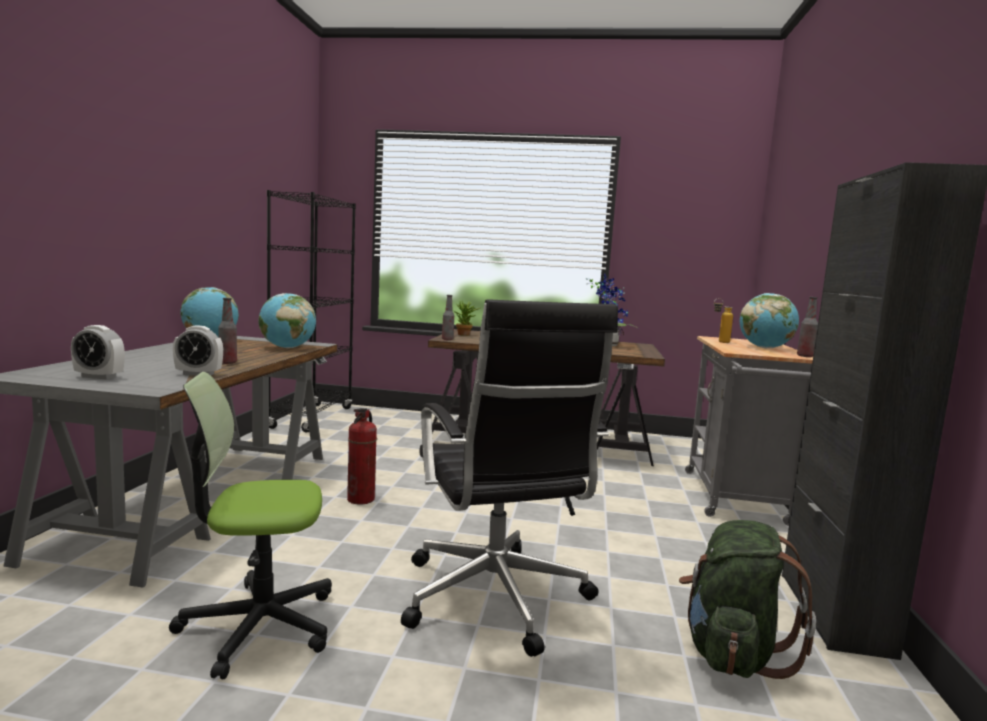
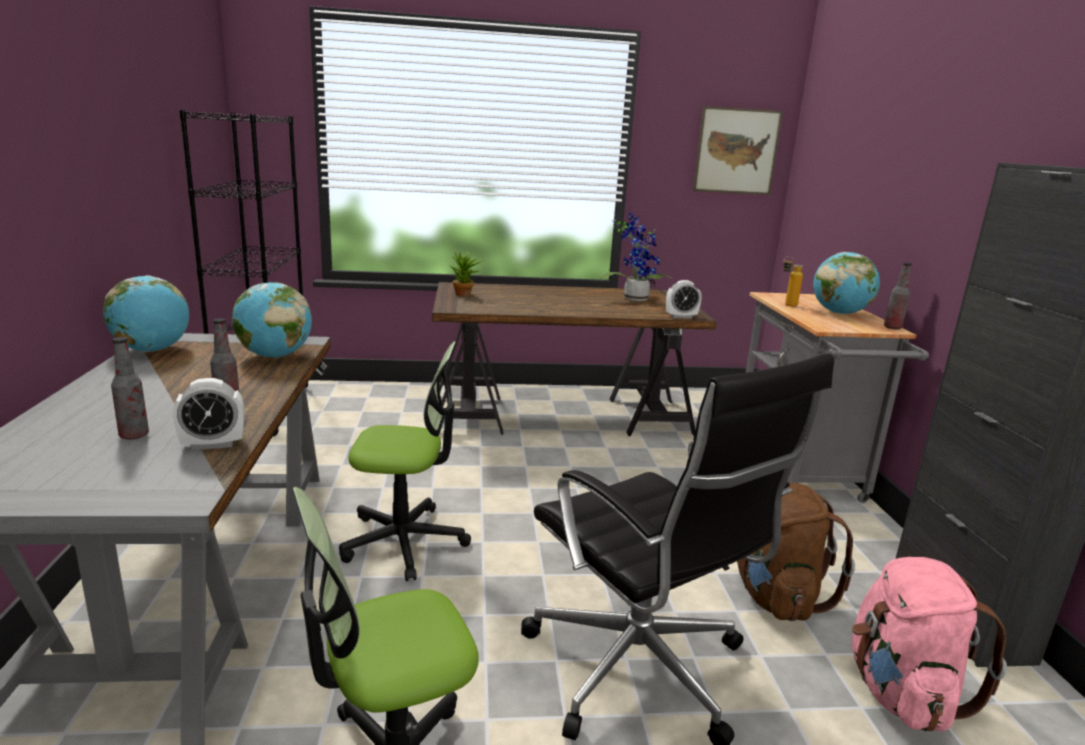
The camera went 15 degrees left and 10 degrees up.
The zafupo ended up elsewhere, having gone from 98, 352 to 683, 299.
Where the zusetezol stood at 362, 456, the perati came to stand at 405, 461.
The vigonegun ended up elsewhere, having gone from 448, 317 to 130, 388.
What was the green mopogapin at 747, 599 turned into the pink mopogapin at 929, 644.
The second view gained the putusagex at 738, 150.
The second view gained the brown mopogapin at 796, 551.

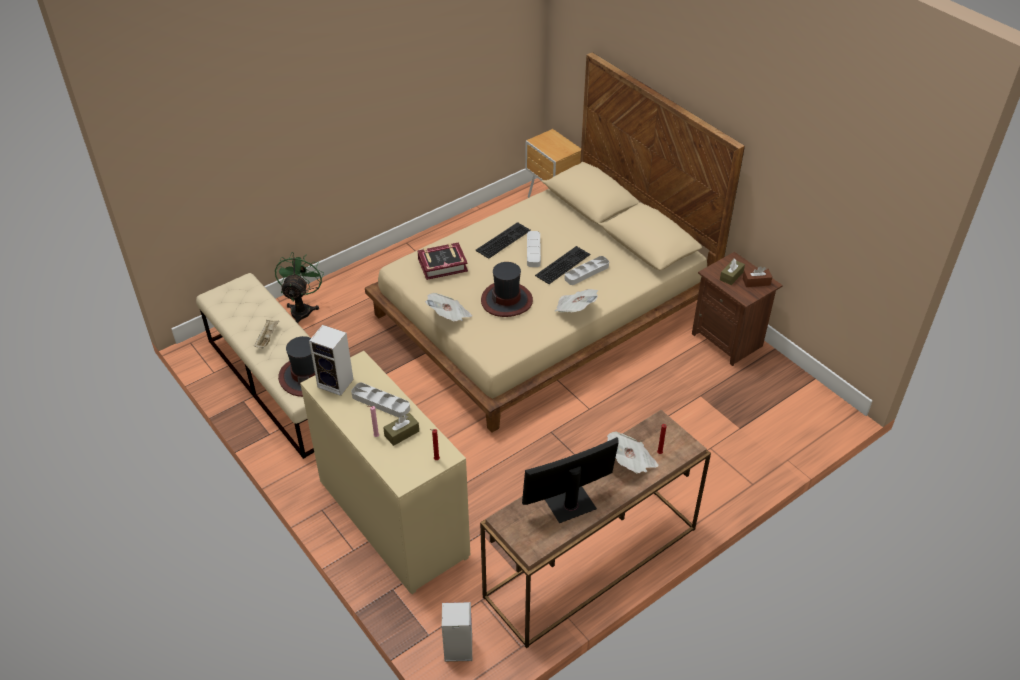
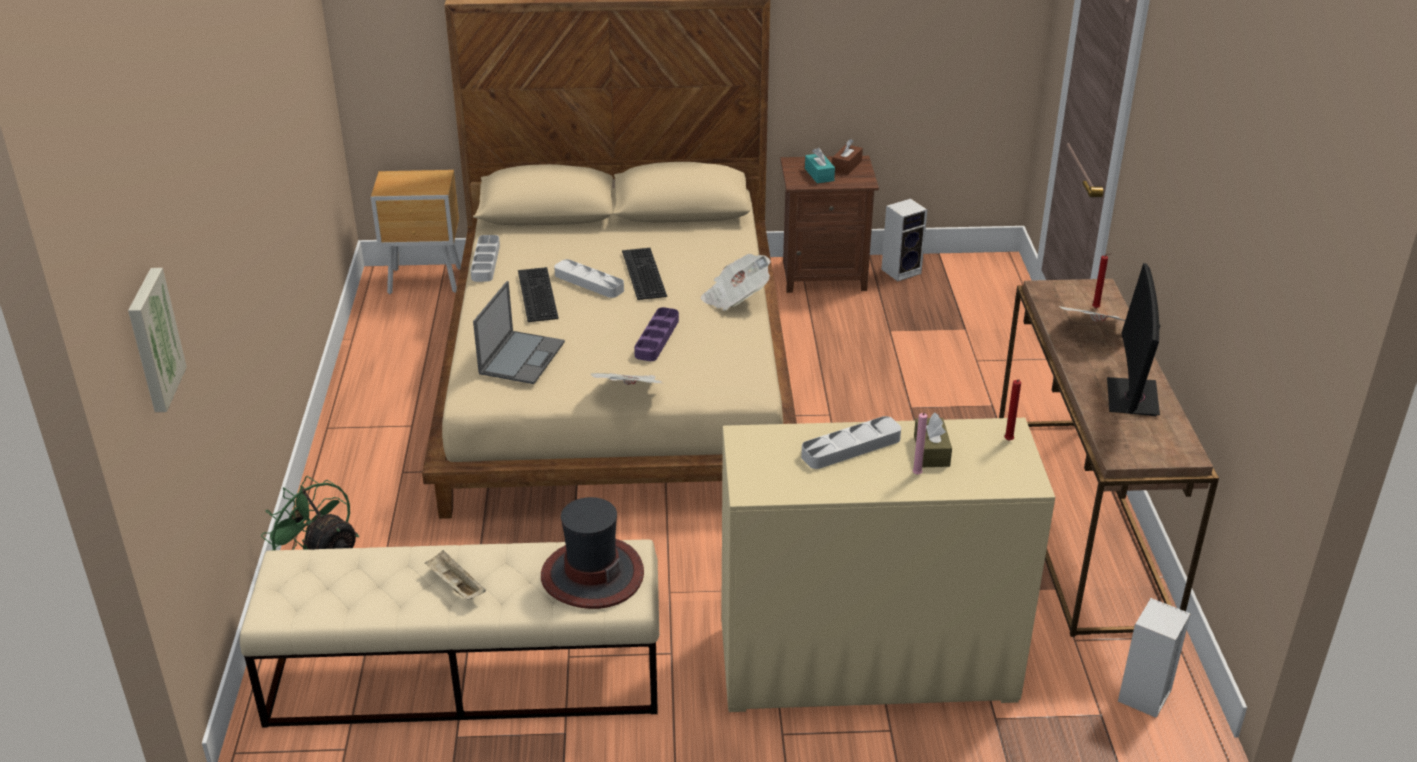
The camera went 55 degrees left and 10 degrees down.
The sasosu ended up elsewhere, having gone from 331, 360 to 904, 240.
Where the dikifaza stood at 443, 261, the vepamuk came to stand at 519, 332.
Where the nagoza stood at 507, 289, the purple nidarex came to stand at 656, 334.
The grey nidarex ended up elsewhere, having gone from 587, 270 to 485, 258.
What was the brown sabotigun at 732, 272 turned into the turquoise sabotigun at 820, 165.
The second view gained the putusagex at 157, 340.

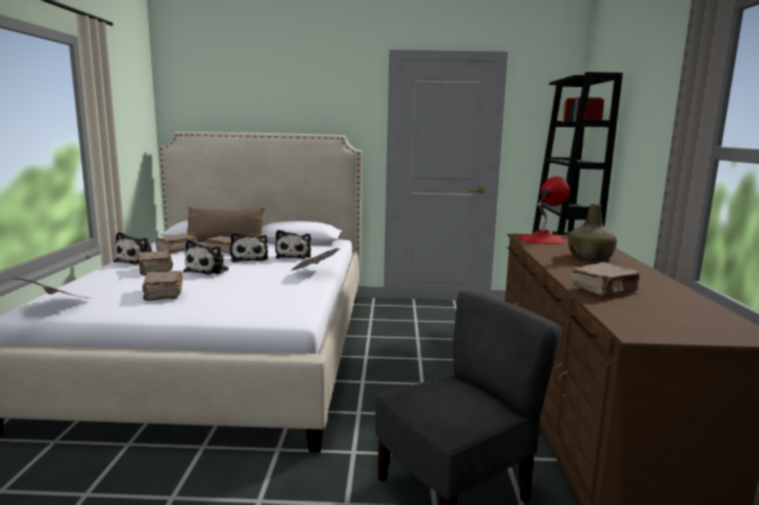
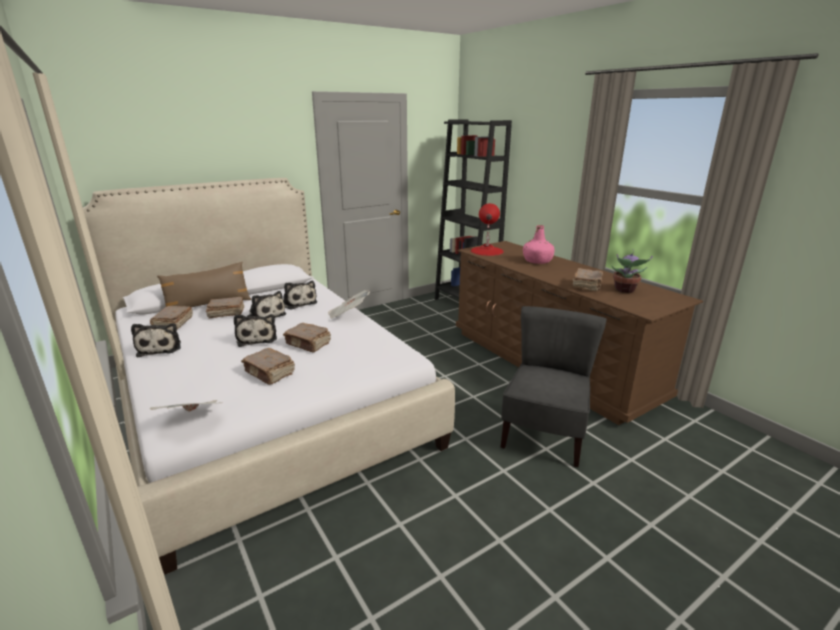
The camera went 35 degrees left and 10 degrees up.
The brown dikifaza ended up elsewhere, having gone from 155, 262 to 307, 337.
What was the green vigonegun at 592, 232 turned into the pink vigonegun at 539, 244.
The second view gained the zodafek at 632, 271.

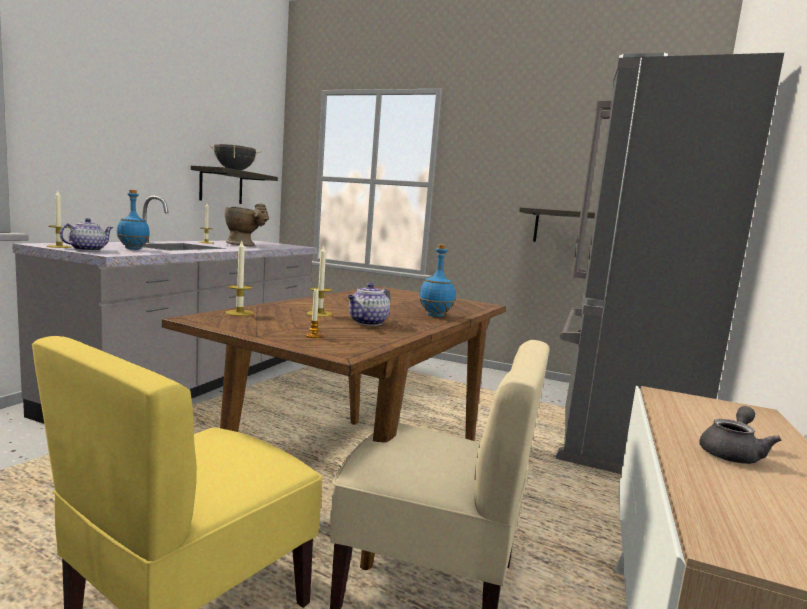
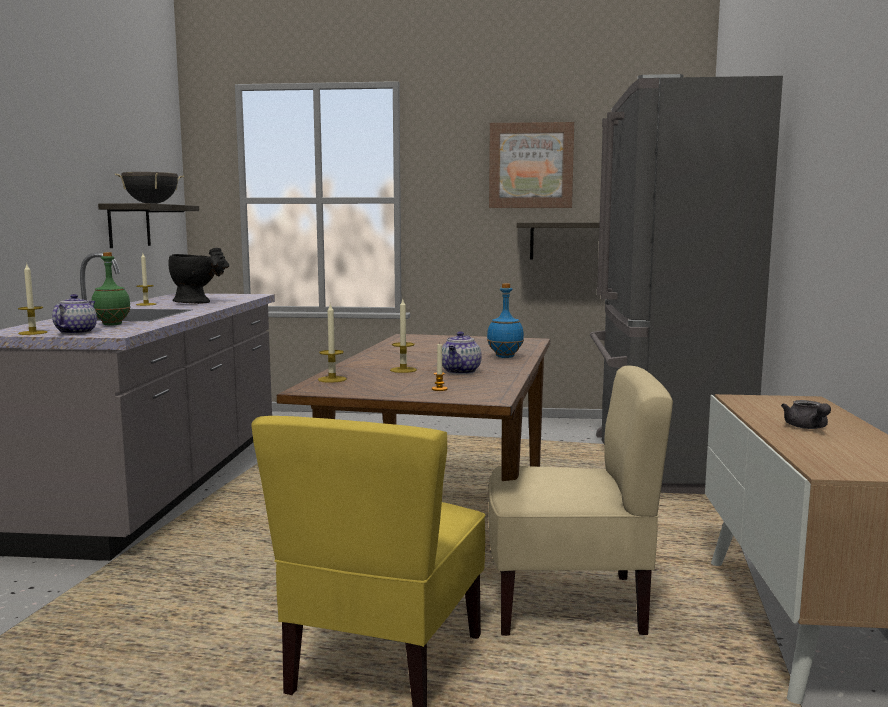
The camera went 15 degrees left and 0 degrees up.
What was the blue vigonegun at 133, 220 turned into the green vigonegun at 111, 289.
What was the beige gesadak at 247, 225 turned into the black gesadak at 199, 276.
The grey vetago at 740, 435 ended up facing another way, 150 degrees clockwise from before.
The second view gained the putusagex at 531, 165.

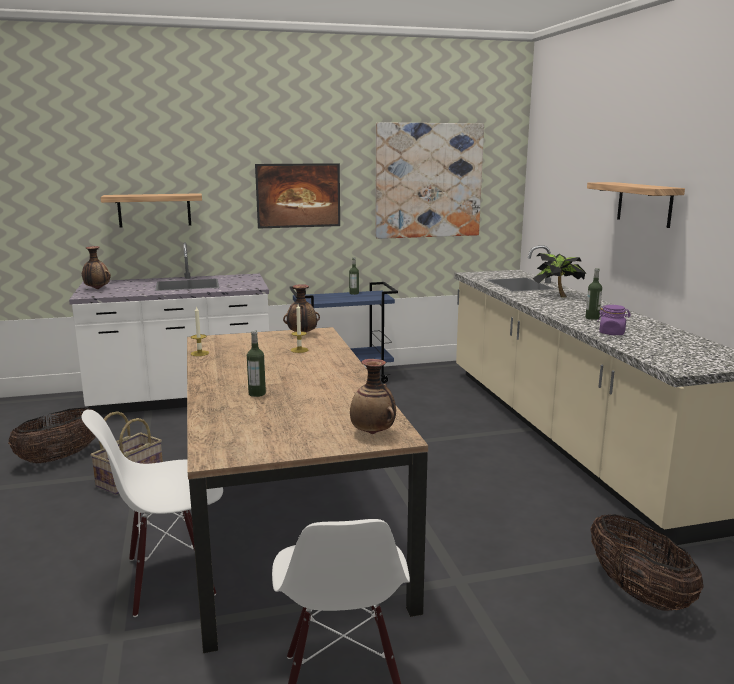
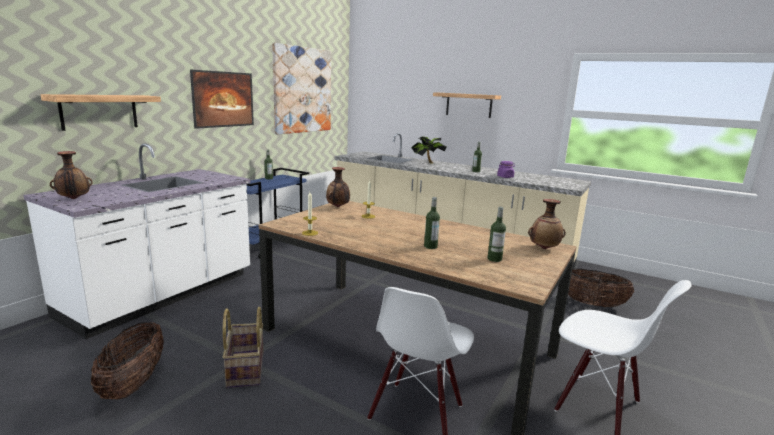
The camera went 45 degrees left and 0 degrees up.
The second view gained the vigonegun at 497, 234.

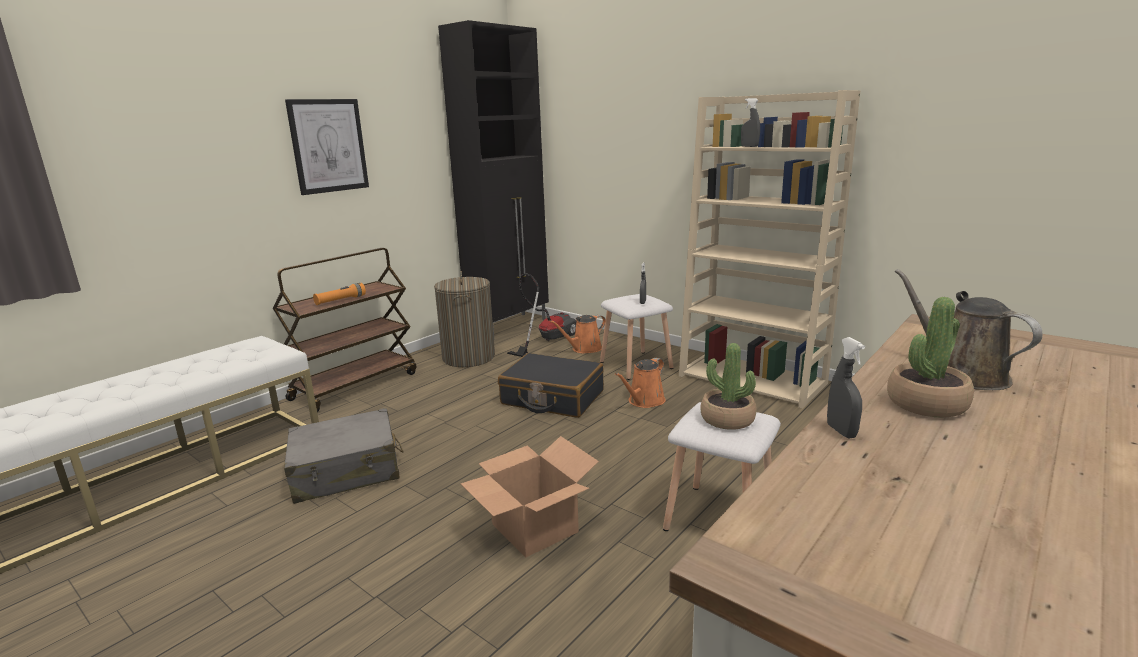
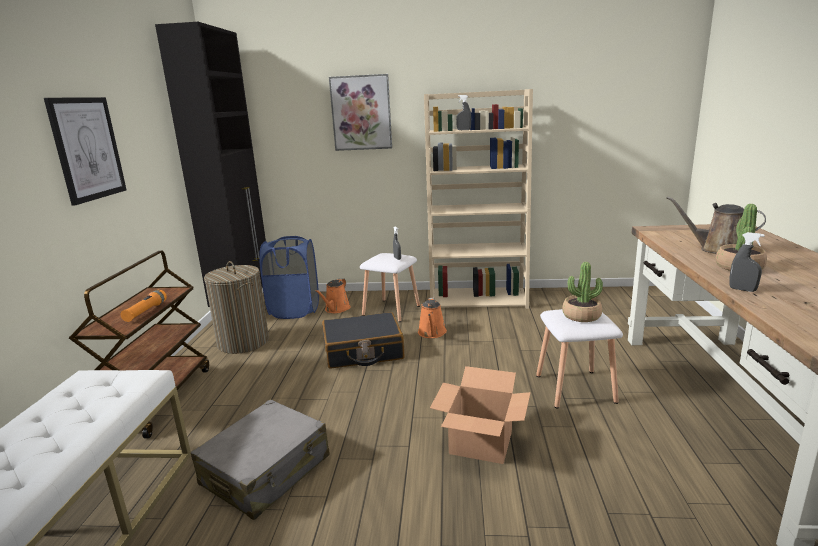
The camera went 35 degrees left and 0 degrees up.
Where the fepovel stood at 542, 315, the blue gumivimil came to stand at 289, 277.
The second view gained the putusagex at 360, 112.

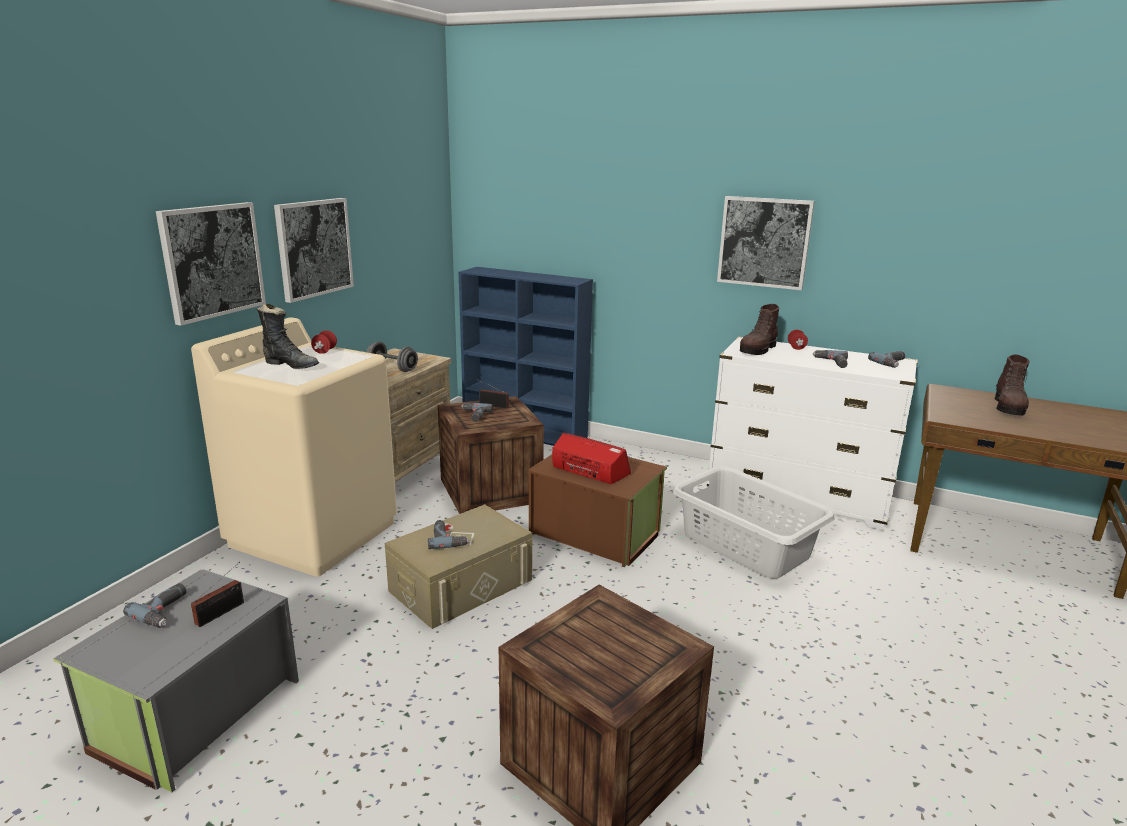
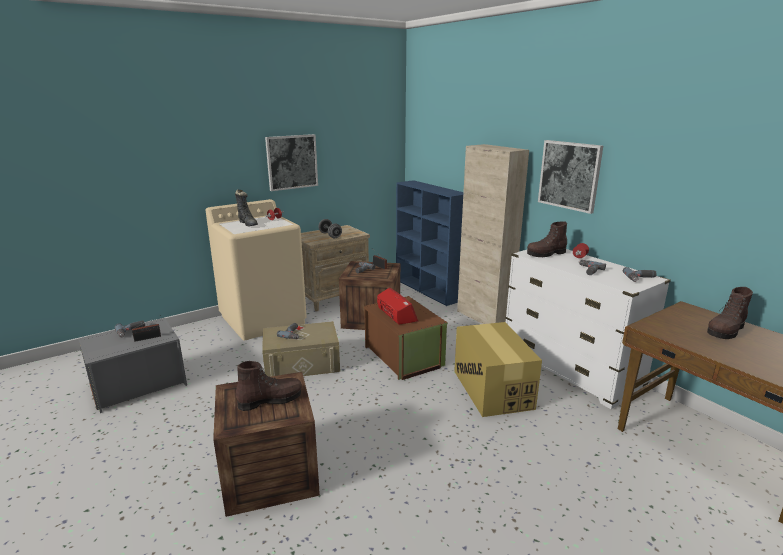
The camera went 30 degrees right and 0 degrees up.
The second view lost the putusagex at 211, 264.
Where the grey gumivimil stood at 753, 522, the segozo came to stand at 498, 369.
The second view gained the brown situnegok at 269, 386.
The second view gained the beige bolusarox at 493, 234.

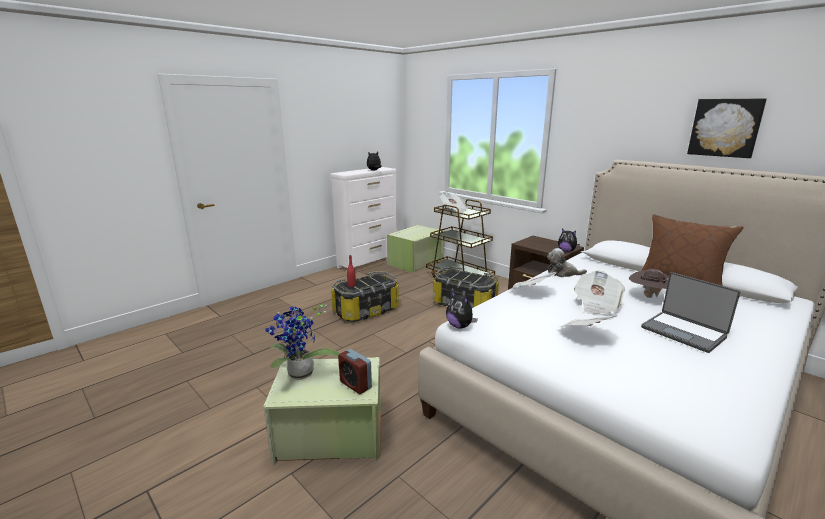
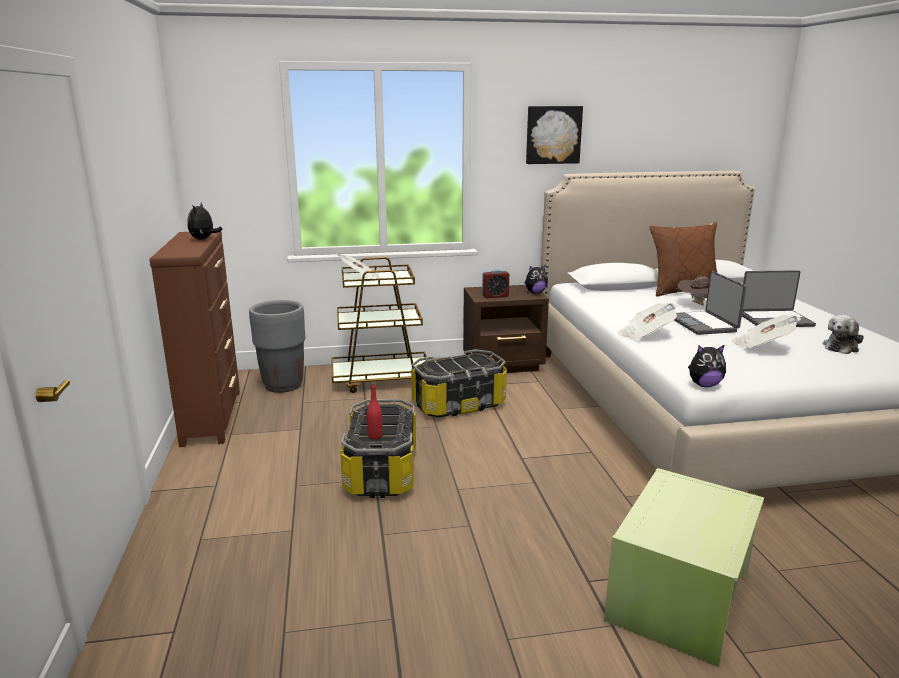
The camera went 55 degrees left and 0 degrees up.
The second view lost the zodafek at 302, 342.
What was the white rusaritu at 364, 218 turned into the brown rusaritu at 194, 339.
The zafupo ended up elsewhere, having gone from 355, 371 to 495, 283.
Where the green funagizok stood at 416, 249, the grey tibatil came to stand at 277, 346.
The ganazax ended up elsewhere, having gone from 567, 262 to 843, 334.
Where the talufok stood at 599, 292, the vepamuk came to stand at 710, 303.
The putusagex ended up elsewhere, having gone from 727, 128 to 554, 135.

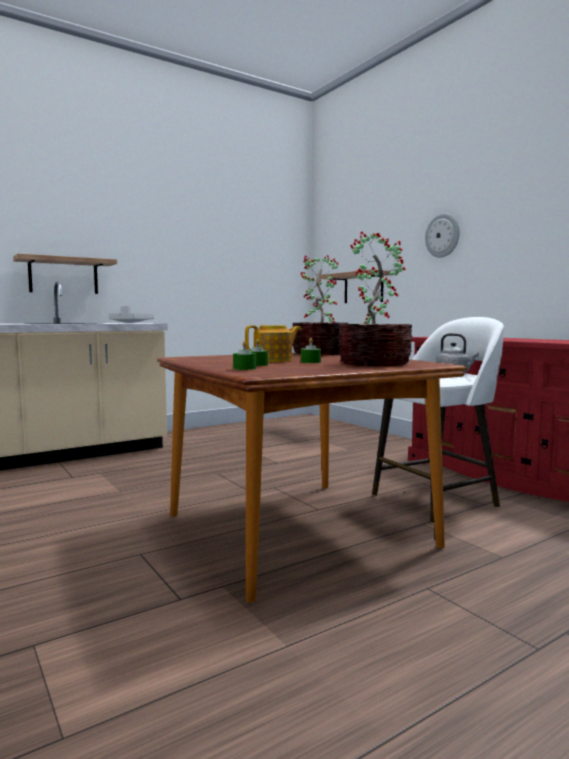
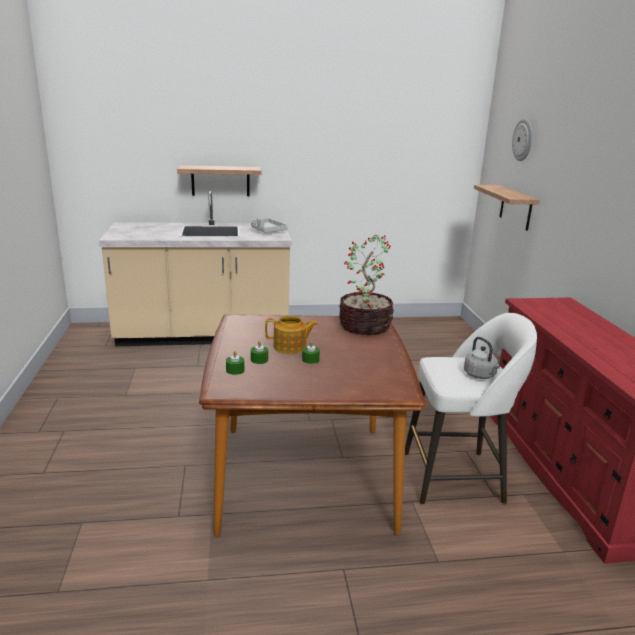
The camera went 25 degrees right and 15 degrees up.
The second view lost the zodafek at 375, 298.
The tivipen ended up elsewhere, having gone from 442, 235 to 522, 139.

